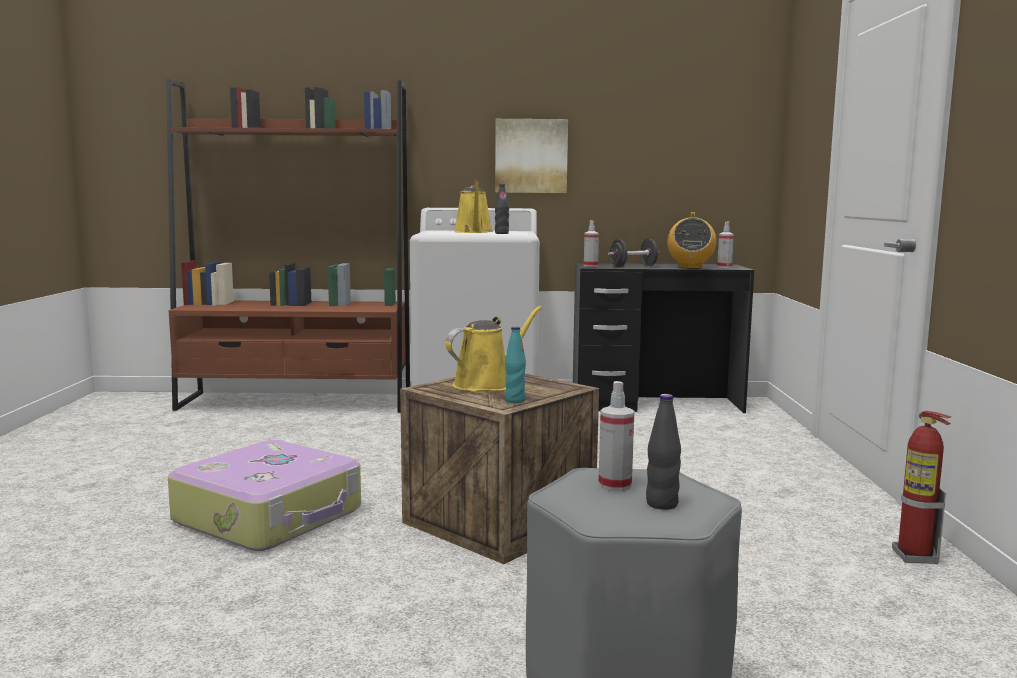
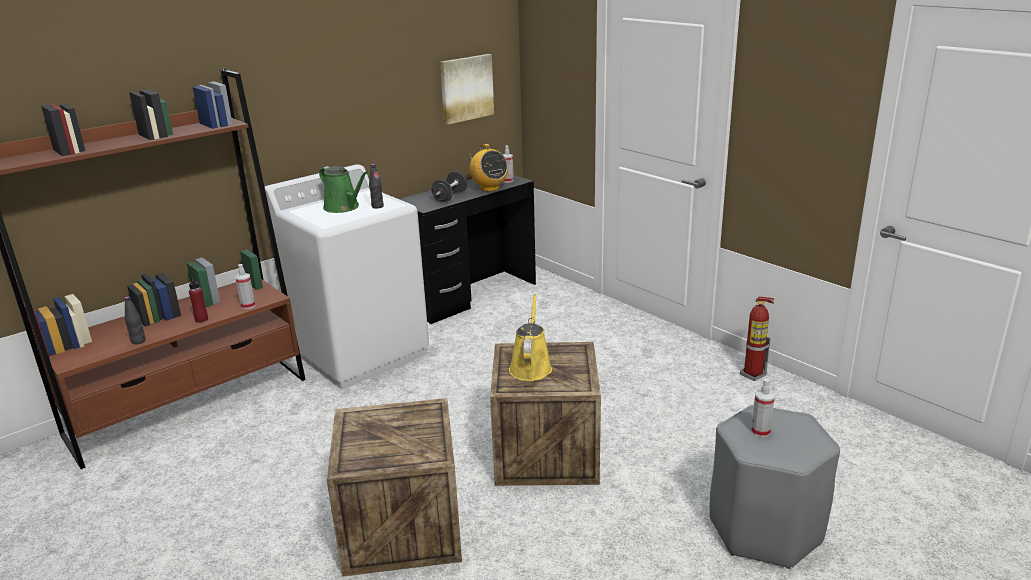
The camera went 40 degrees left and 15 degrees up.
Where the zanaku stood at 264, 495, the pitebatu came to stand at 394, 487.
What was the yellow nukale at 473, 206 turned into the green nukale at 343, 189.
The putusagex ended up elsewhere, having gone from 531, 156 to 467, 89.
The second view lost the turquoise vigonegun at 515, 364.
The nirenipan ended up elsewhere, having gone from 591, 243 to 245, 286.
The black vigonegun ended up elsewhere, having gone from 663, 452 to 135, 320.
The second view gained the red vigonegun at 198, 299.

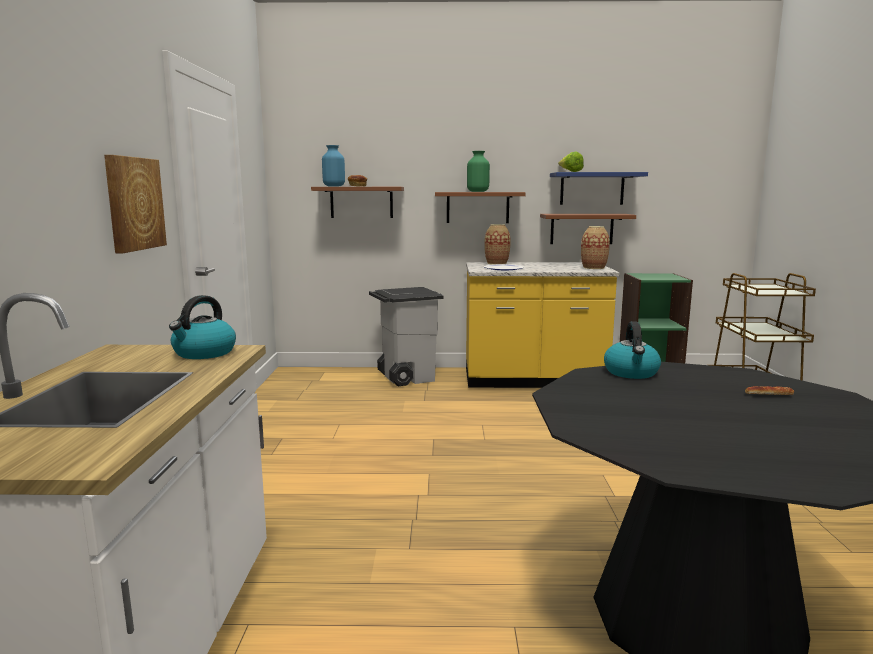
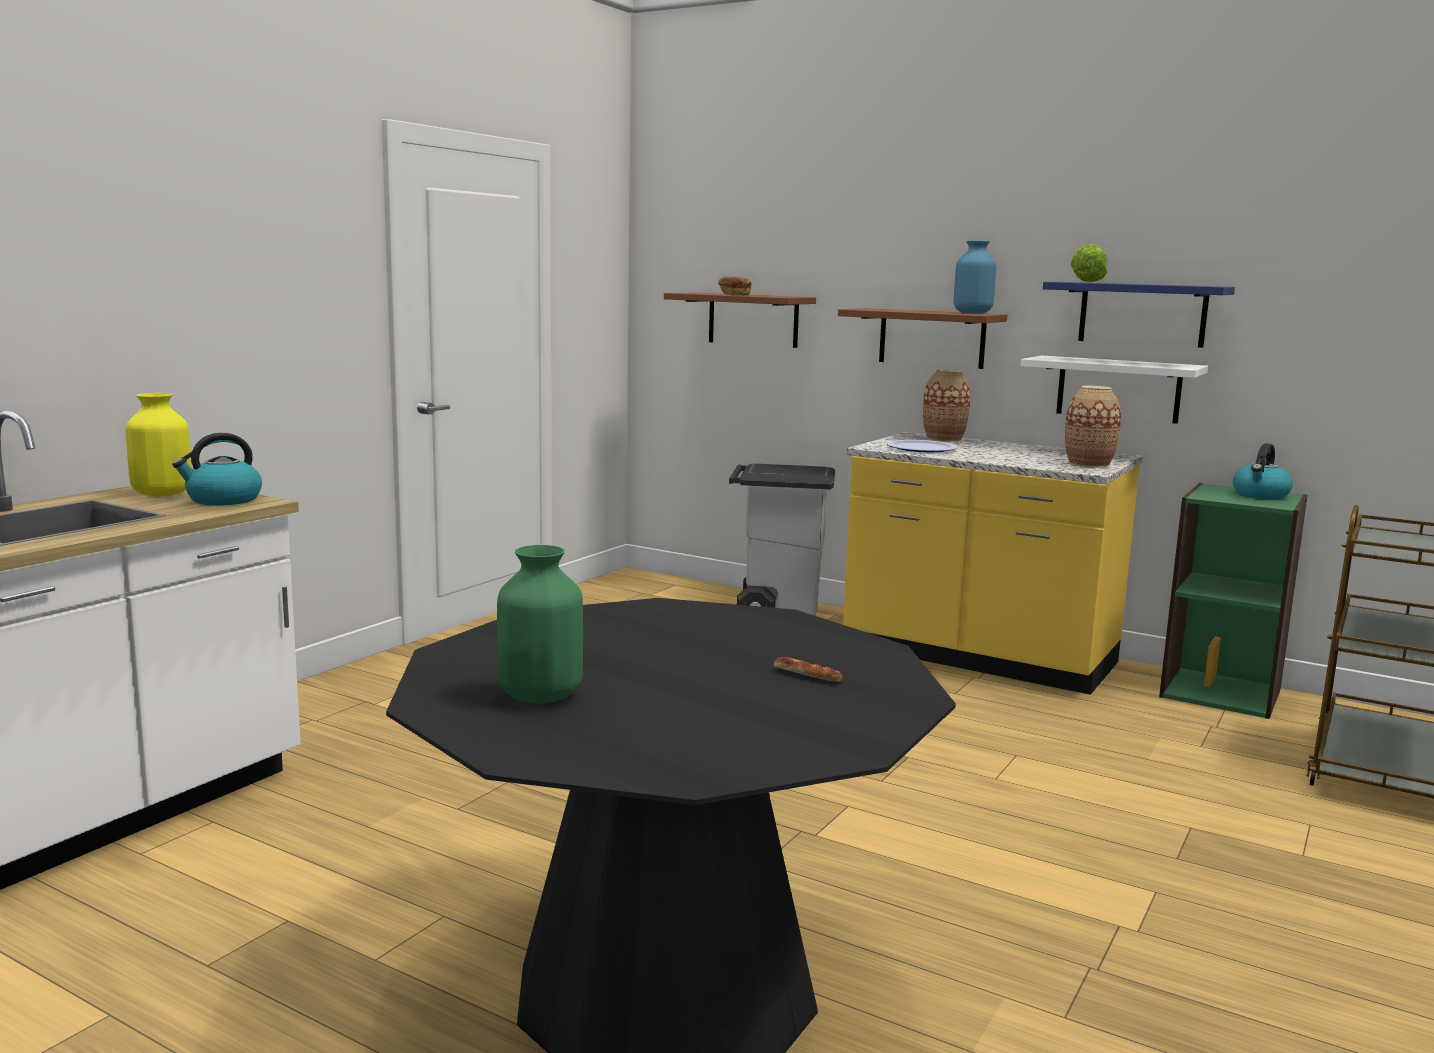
The camera went 30 degrees right and 0 degrees up.
The second view lost the putusagex at 135, 204.
The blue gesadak ended up elsewhere, having gone from 333, 166 to 975, 277.
The green gesadak ended up elsewhere, having gone from 478, 171 to 540, 624.
What was the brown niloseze at 588, 229 turned into the white niloseze at 1114, 389.
The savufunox ended up elsewhere, having gone from 632, 350 to 1263, 471.
The second view gained the yellow gesadak at 158, 445.

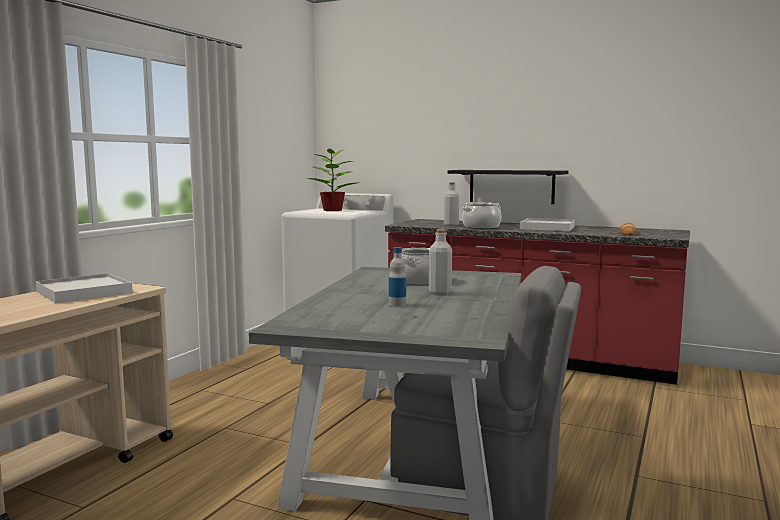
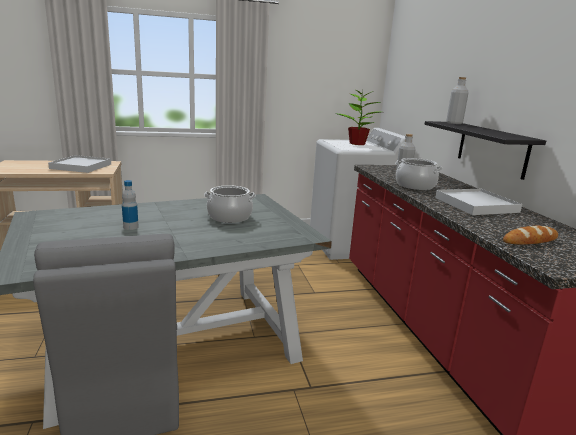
The camera went 50 degrees right and 10 degrees up.
The grey vigonegun ended up elsewhere, having gone from 440, 262 to 457, 100.

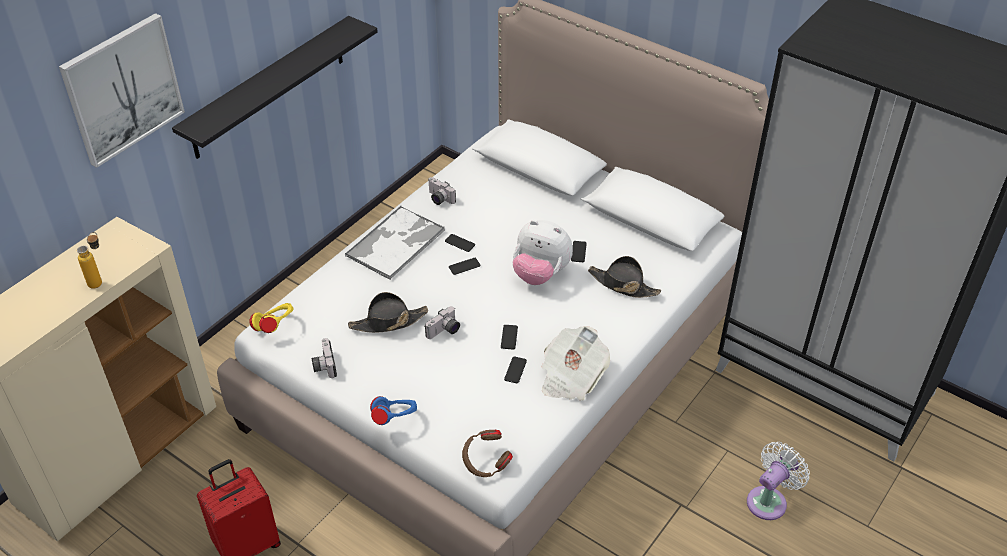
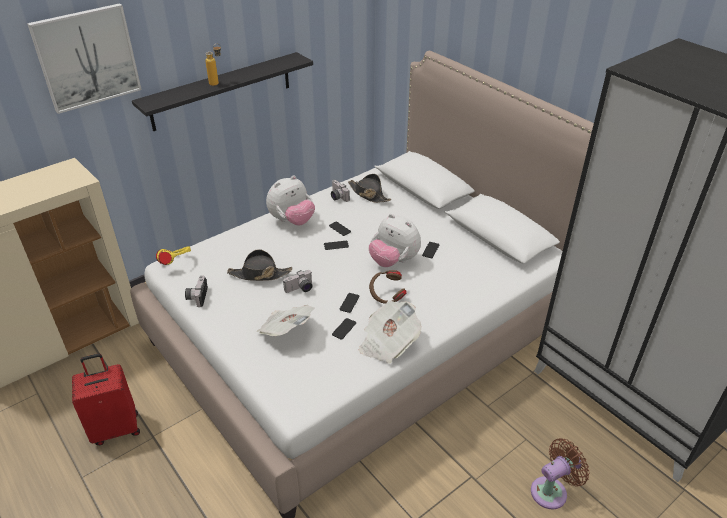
The camera went 15 degrees right and 5 degrees down.
The vigonegun ended up elsewhere, having gone from 89, 260 to 213, 66.
Where the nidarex stood at 395, 243, the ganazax came to stand at 290, 200.
The second view lost the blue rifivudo at 393, 410.
The brown rifivudo ended up elsewhere, having gone from 487, 453 to 388, 287.
The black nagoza ended up elsewhere, having gone from 624, 277 to 369, 188.
What was the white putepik at 778, 481 turned into the brown putepik at 560, 473.
The second view gained the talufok at 285, 320.

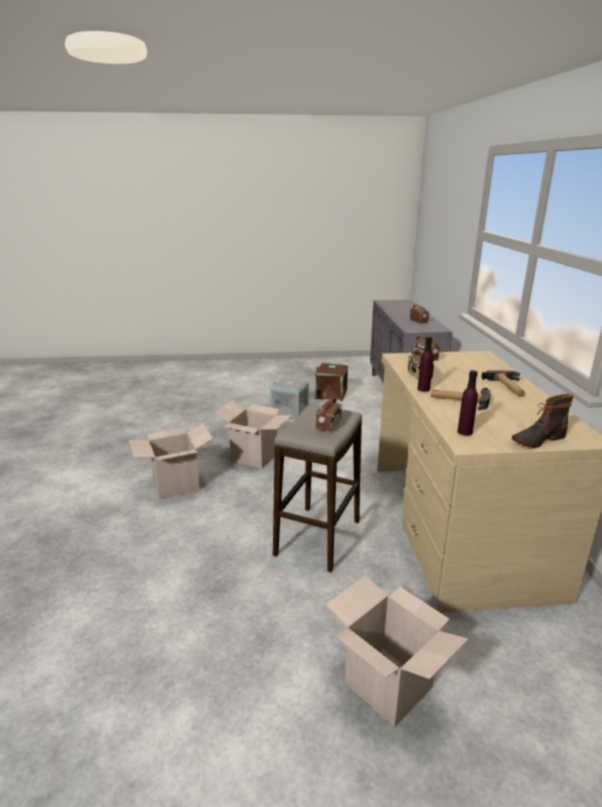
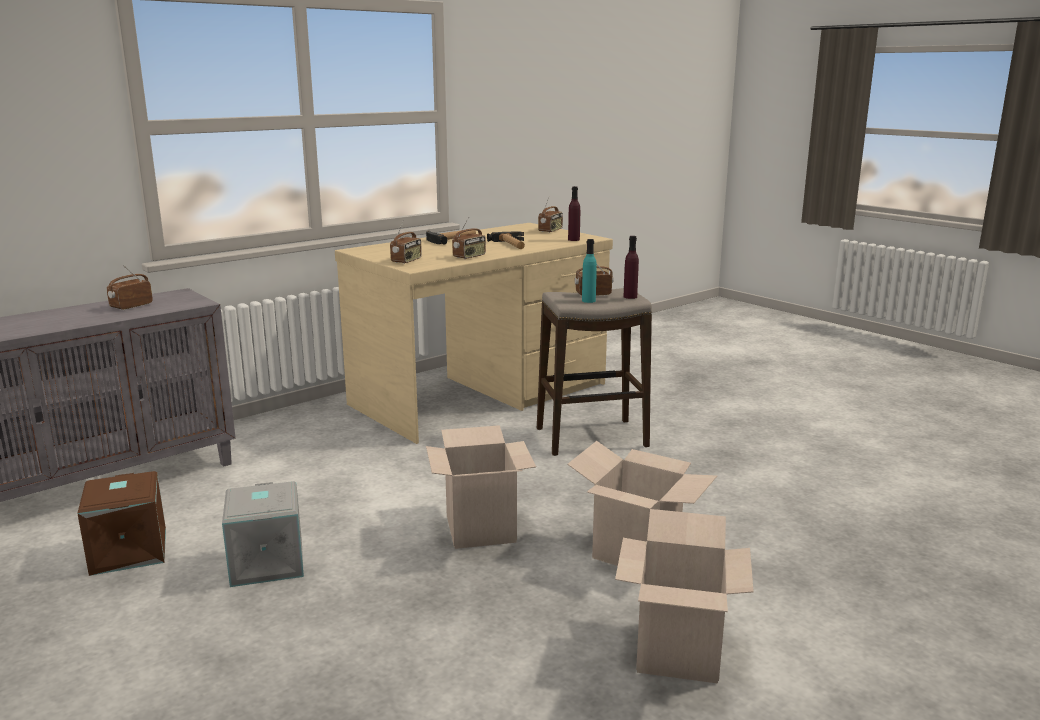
The camera went 125 degrees left and 5 degrees down.
The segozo ended up elsewhere, having gone from 396, 651 to 684, 596.
The purple vigonegun ended up elsewhere, having gone from 425, 364 to 631, 267.
Where the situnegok stood at 542, 421, the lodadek came to stand at 550, 215.
The second view gained the turquoise vigonegun at 589, 271.

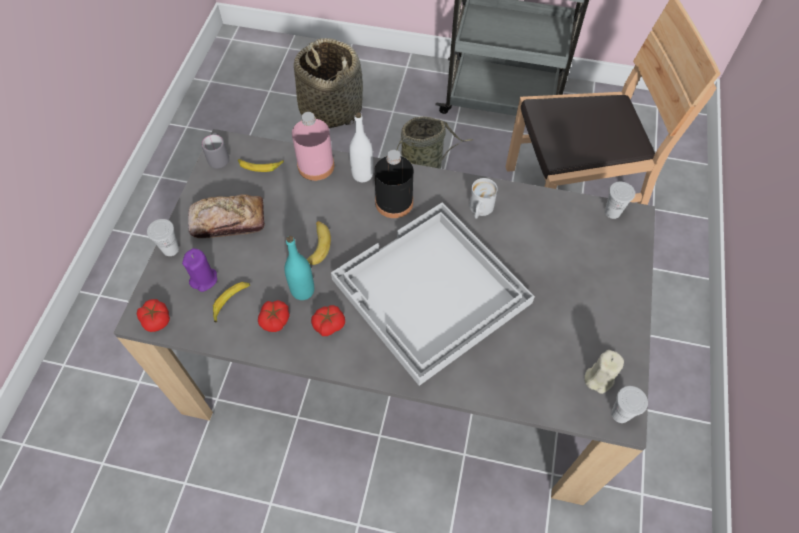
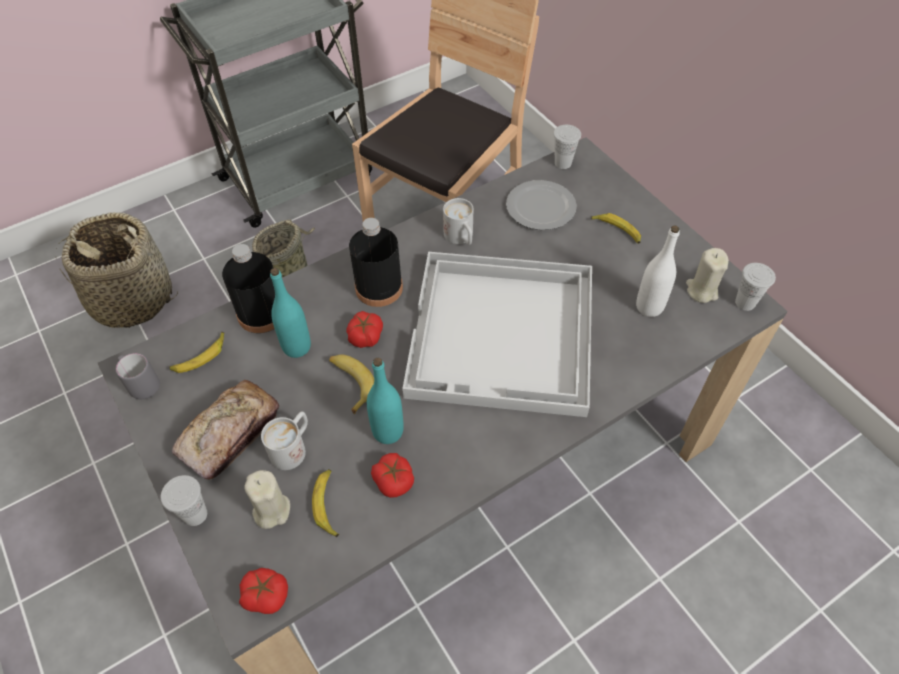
The camera went 45 degrees left and 5 degrees down.
What was the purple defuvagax at 199, 270 turned into the beige defuvagax at 267, 499.
What was the pink vigonegun at 313, 146 turned into the black vigonegun at 248, 288.
The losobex ended up elsewhere, having gone from 328, 320 to 364, 329.
The white vigonegun ended up elsewhere, having gone from 361, 147 to 658, 271.
The second view gained the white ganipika at 284, 440.
The second view gained the turquoise vigonegun at 290, 313.
The second view gained the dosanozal at 541, 205.
The second view gained the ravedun at 616, 228.

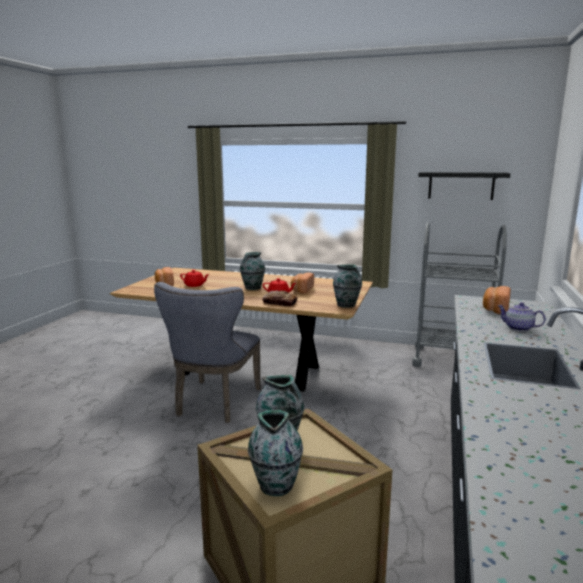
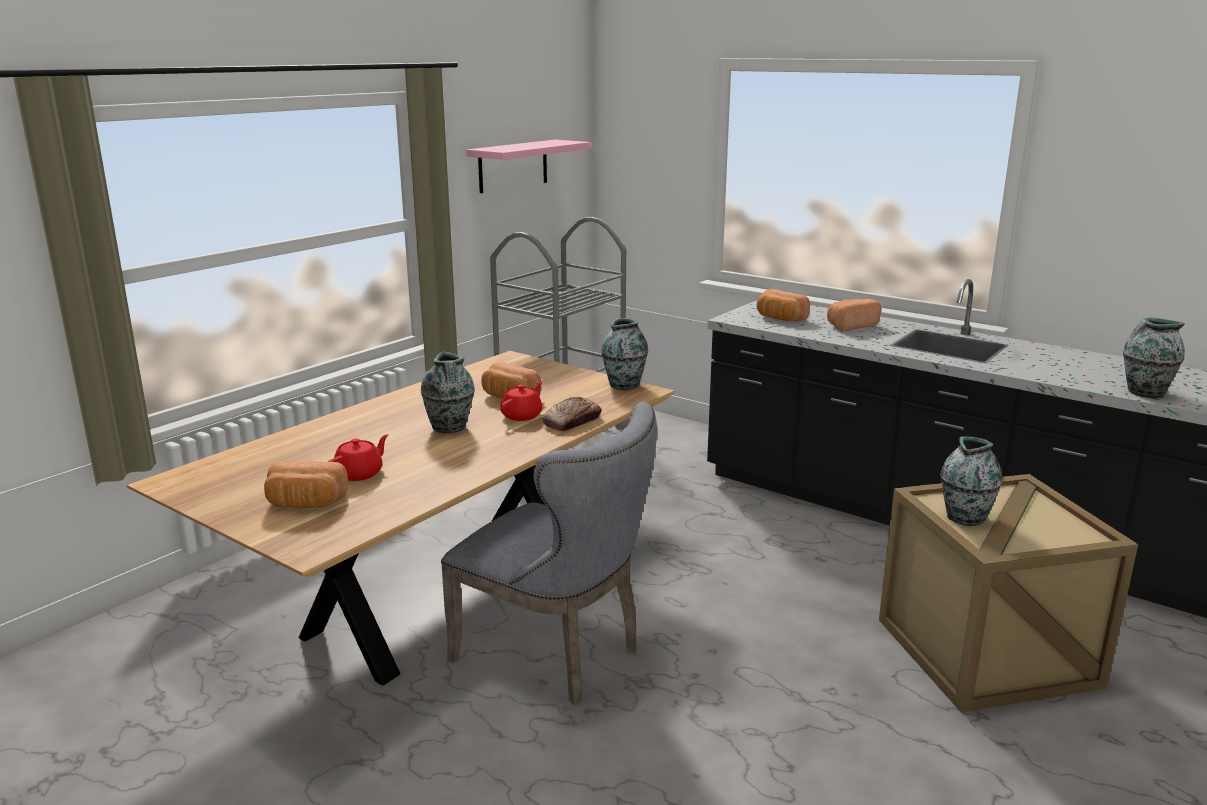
The camera went 70 degrees left and 5 degrees up.
The gesadak ended up elsewhere, having gone from 275, 453 to 1154, 357.
What was the black niloseze at 464, 186 turned into the pink niloseze at 528, 166.
Where the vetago stood at 521, 316, the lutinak came to stand at 854, 315.

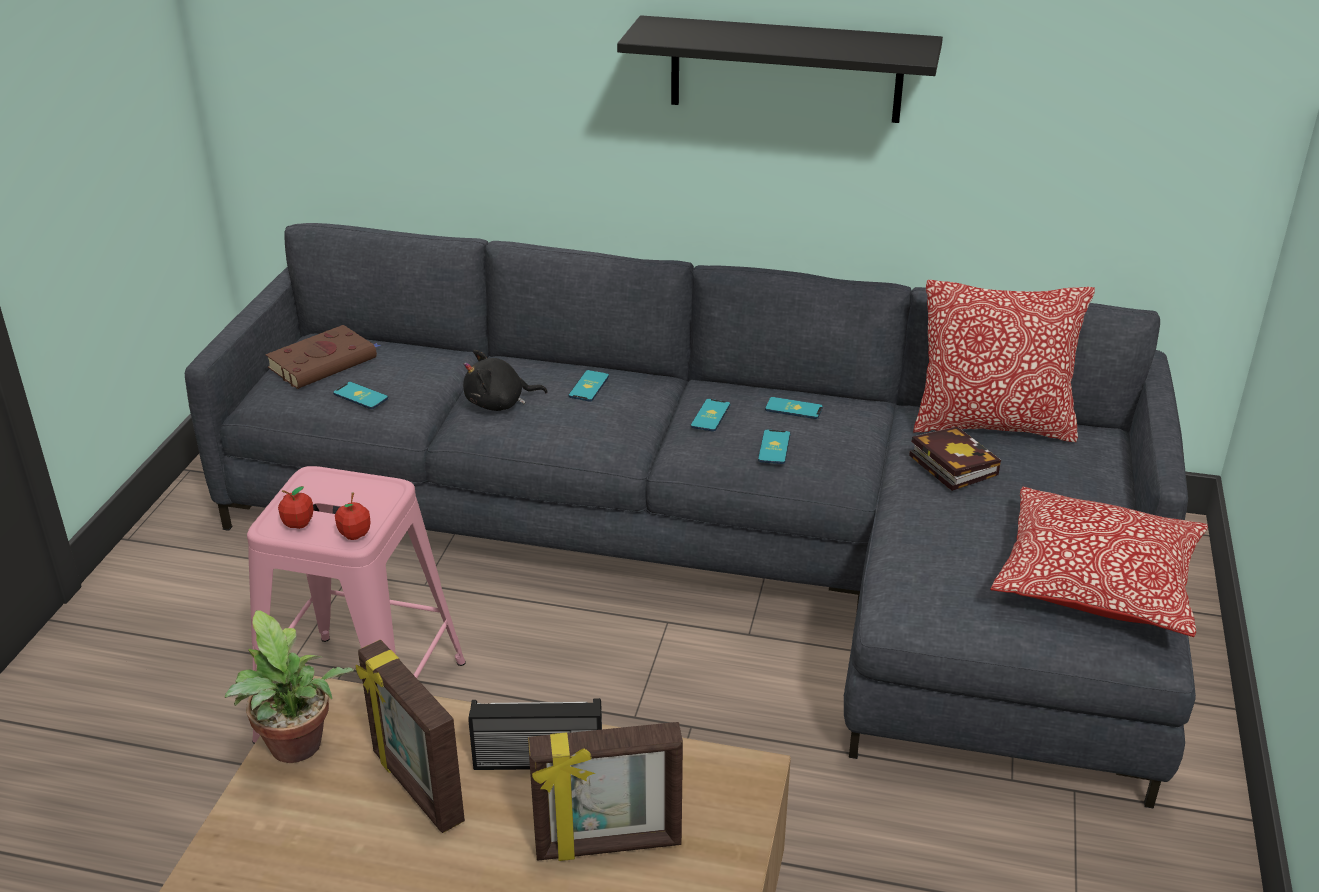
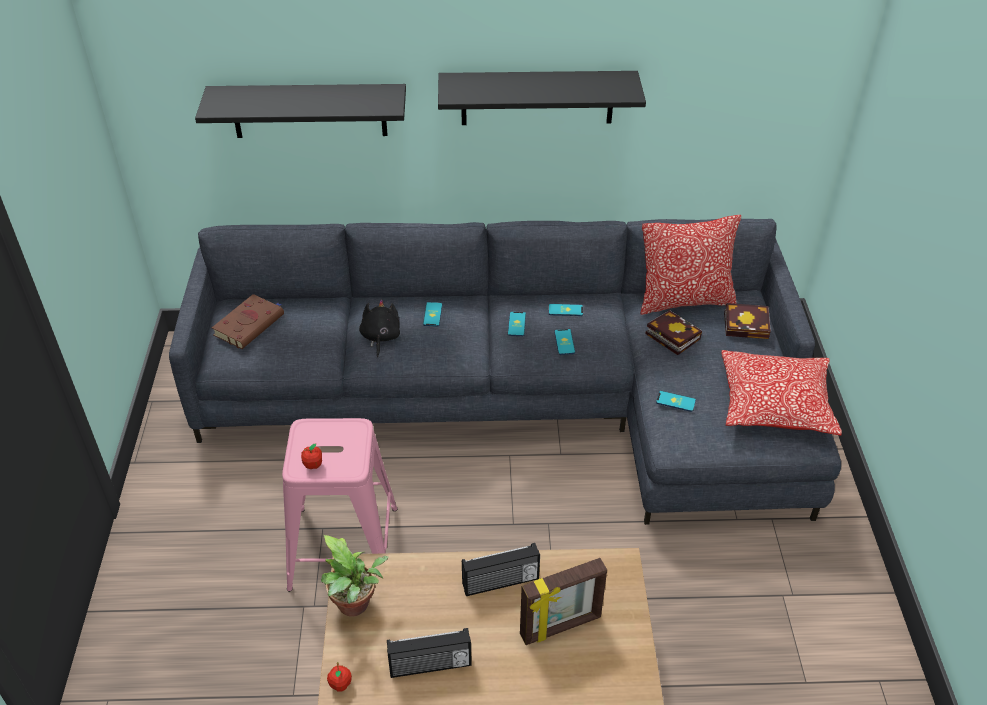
The camera went 15 degrees left and 10 degrees up.
The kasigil ended up elsewhere, having gone from 360, 395 to 676, 401.
The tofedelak ended up elsewhere, having gone from 353, 516 to 339, 677.
The second view lost the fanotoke at 410, 736.
The black ganazax at 505, 380 ended up facing another way, 120 degrees clockwise from before.
The second view gained the black niloseze at 300, 111.
The second view gained the lodadek at 429, 653.
The second view gained the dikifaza at 747, 321.

